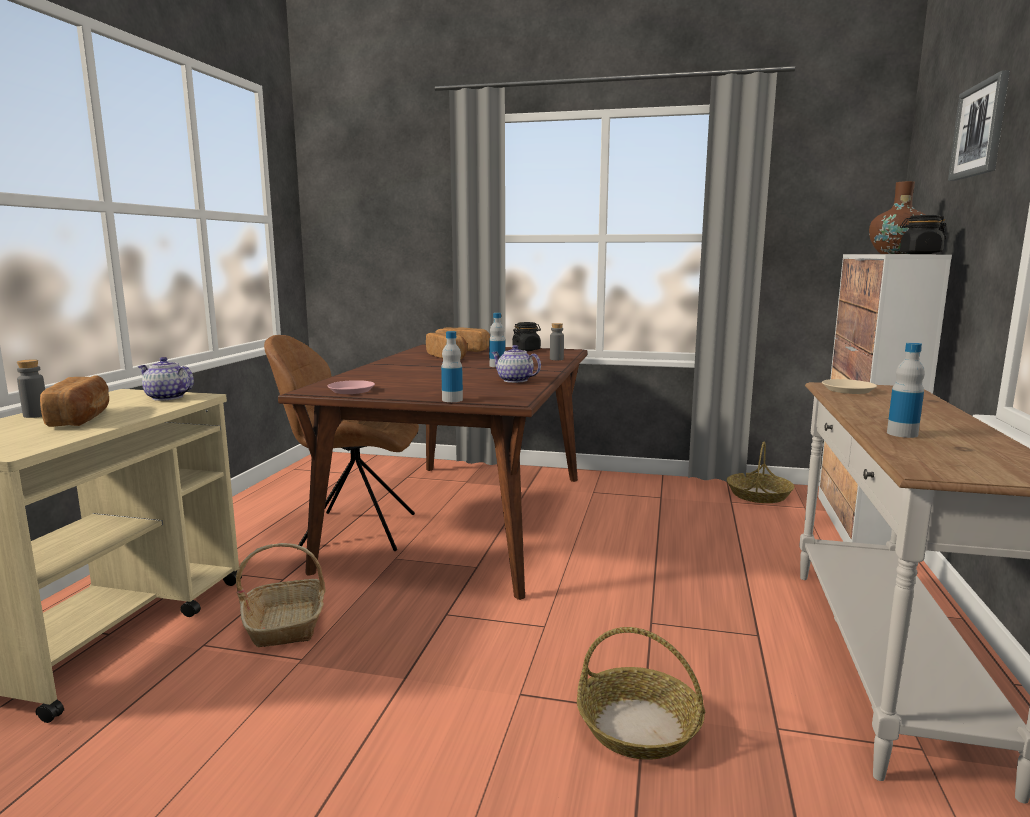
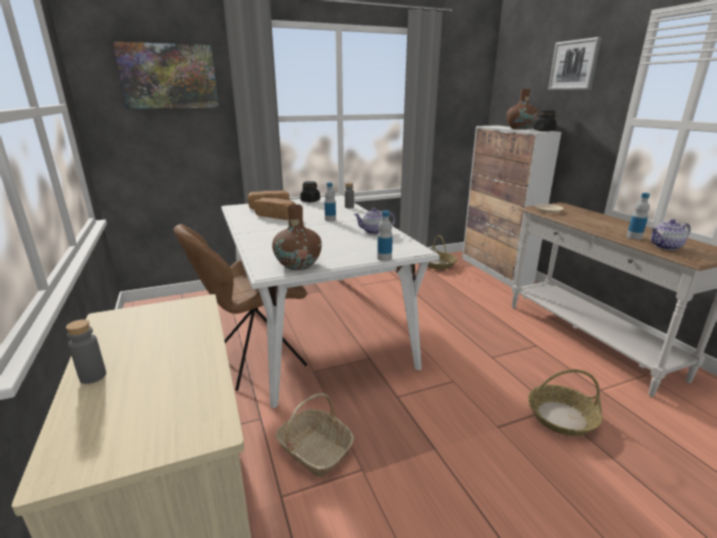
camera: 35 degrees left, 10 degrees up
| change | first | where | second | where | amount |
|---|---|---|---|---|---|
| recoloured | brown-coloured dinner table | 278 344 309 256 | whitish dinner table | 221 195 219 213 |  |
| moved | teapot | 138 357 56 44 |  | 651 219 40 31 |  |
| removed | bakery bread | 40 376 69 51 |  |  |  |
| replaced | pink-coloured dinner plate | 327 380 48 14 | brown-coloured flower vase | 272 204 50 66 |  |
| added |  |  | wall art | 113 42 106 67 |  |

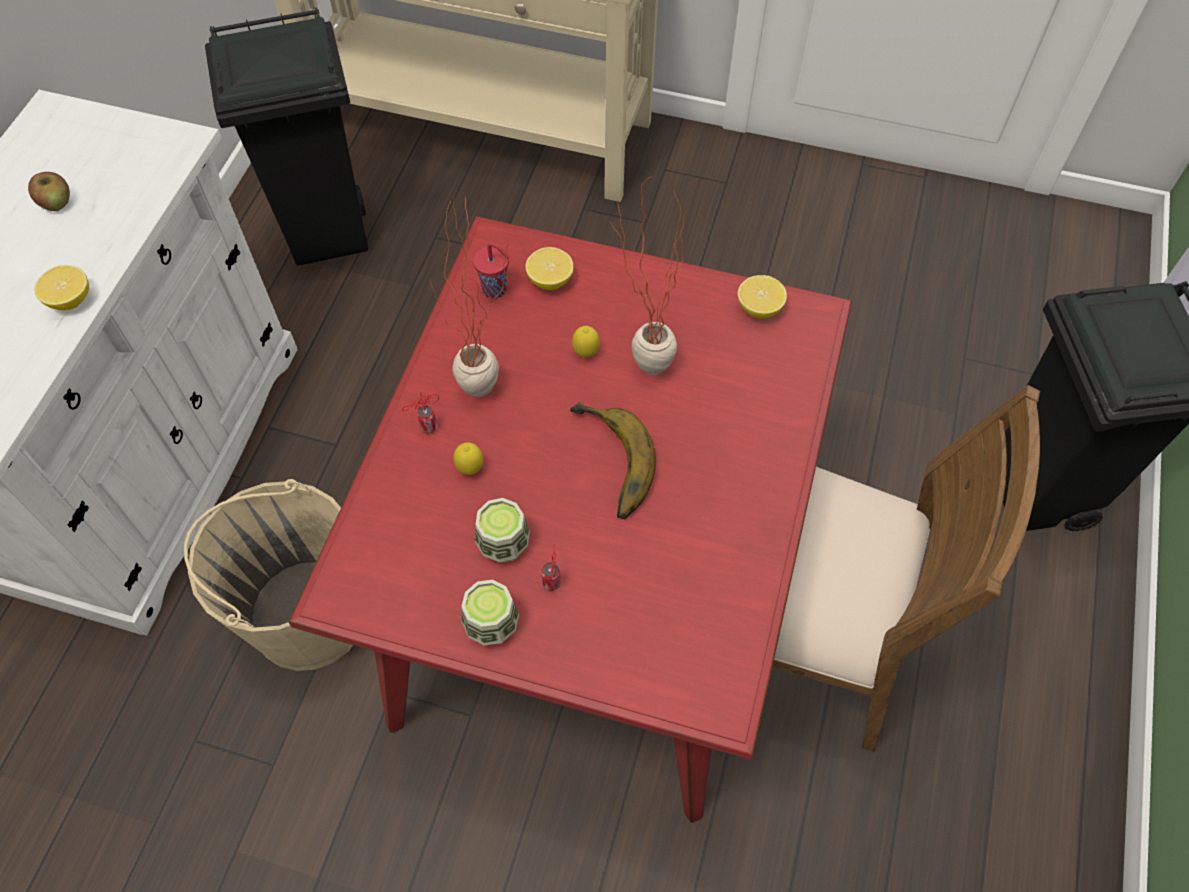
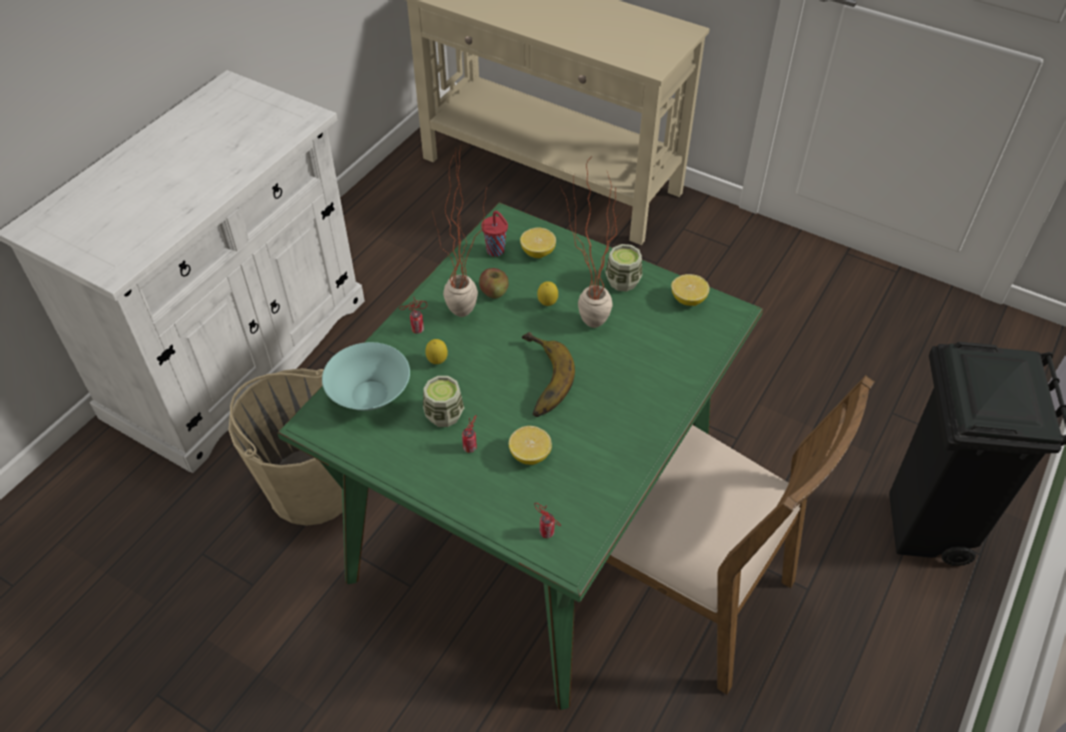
camera: 15 degrees right, 10 degrees down
| change | first | where | second | where | amount |
|---|---|---|---|---|---|
| removed | black-coloured waste bin | 205 8 163 258 |  |  |  |
| moved | whole apple | 28 172 42 39 |  | 479 268 30 31 |  |
| recoloured | red dinner table | 289 216 563 607 | green dinner table | 277 202 486 508 |  |
| moved | citrus fruit | 34 265 55 45 |  | 509 426 43 39 |  |
| moved | cup | 461 580 58 65 |  | 605 244 37 48 |  |
| added |  |  | turquoise-coloured deep dish | 322 342 88 69 |  |
| added |  |  | can | 534 503 27 35 |  |

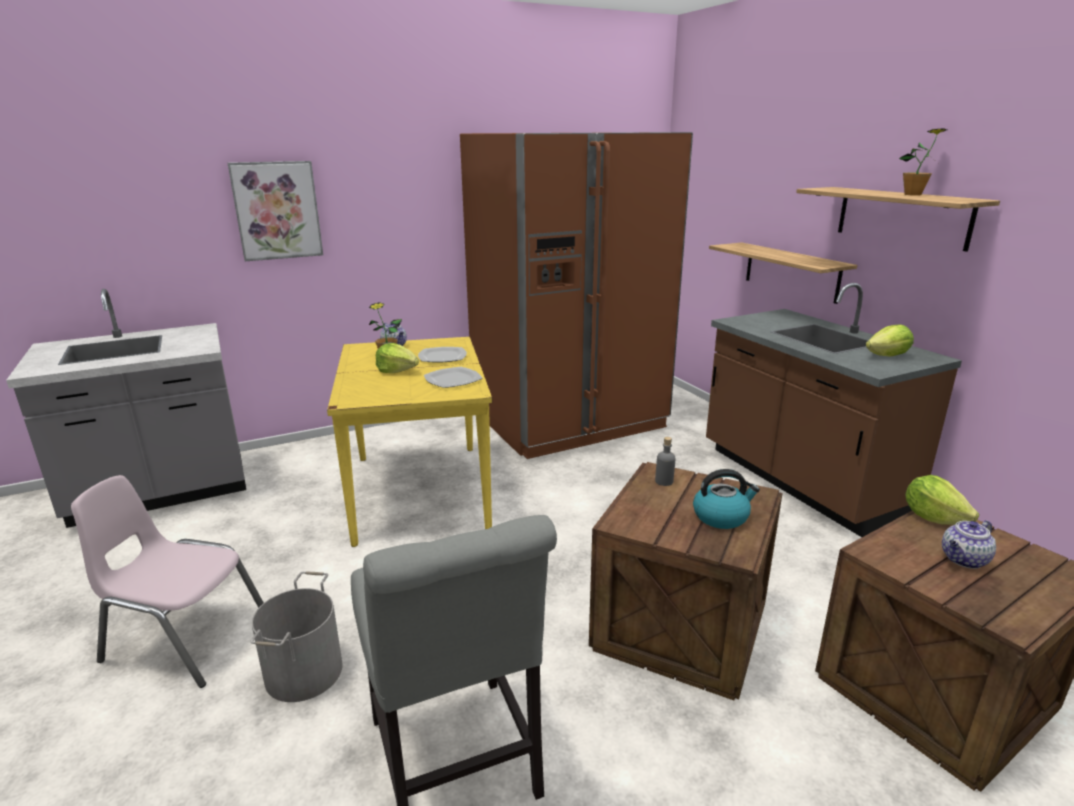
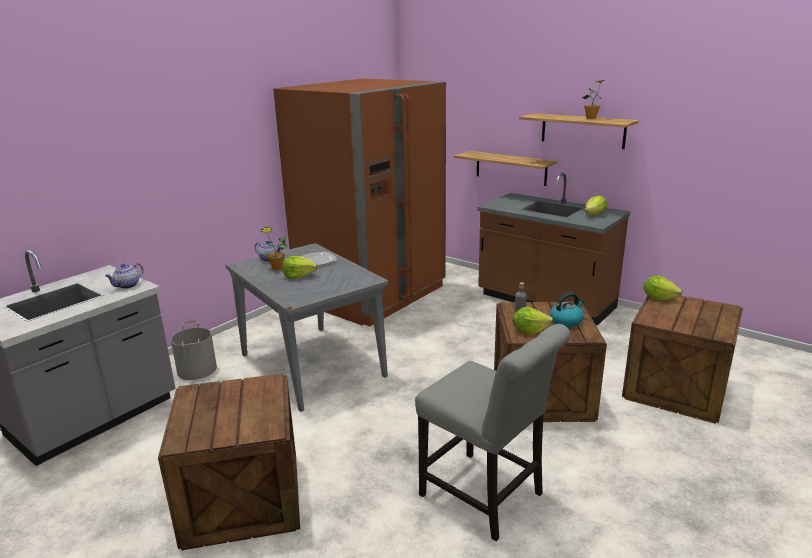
camera: 25 degrees left, 0 degrees up
| change | first | where | second | where | amount |
|---|---|---|---|---|---|
| removed | wall art | 228 161 95 100 |  |  |  |
| recoloured | yellow-coloured dinner table | 327 337 165 210 | gray dinner table | 226 243 163 169 |  |
| removed | dinner plate | 424 367 59 21 |  |  |  |
| replaced | pink-coloured upright chair | 71 475 193 213 | packing crate | 158 374 142 176 |  |
| moved | teapot | 942 520 54 49 |  | 105 263 39 26 |  |
| moved | gray bucket | 250 572 92 130 |  | 171 320 46 60 |  |
| added |  |  | lettuce | 513 307 40 27 |  |

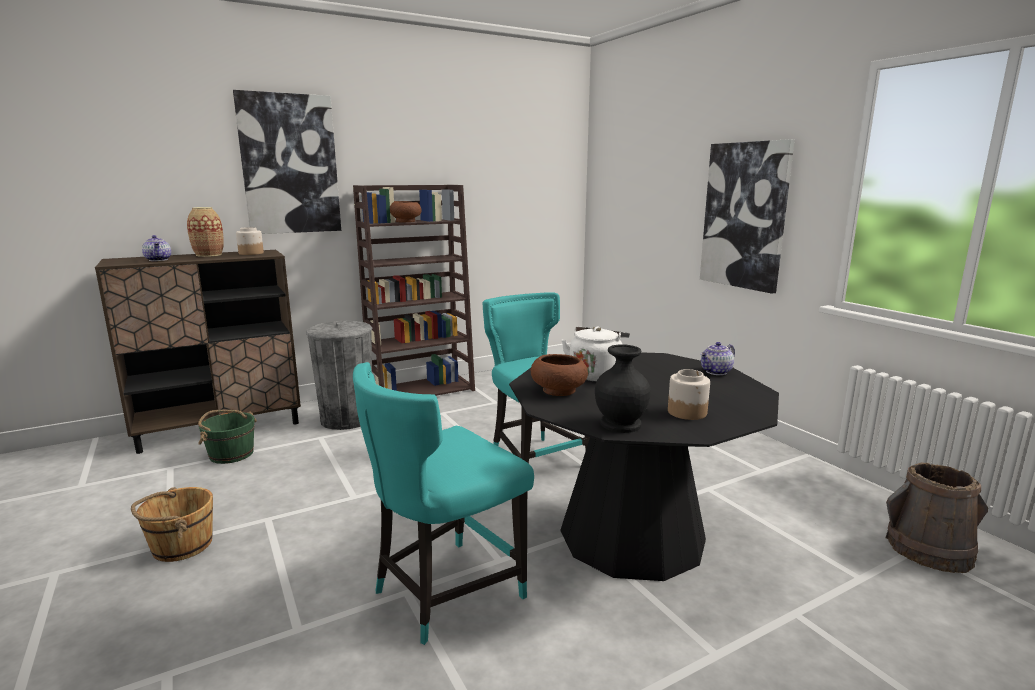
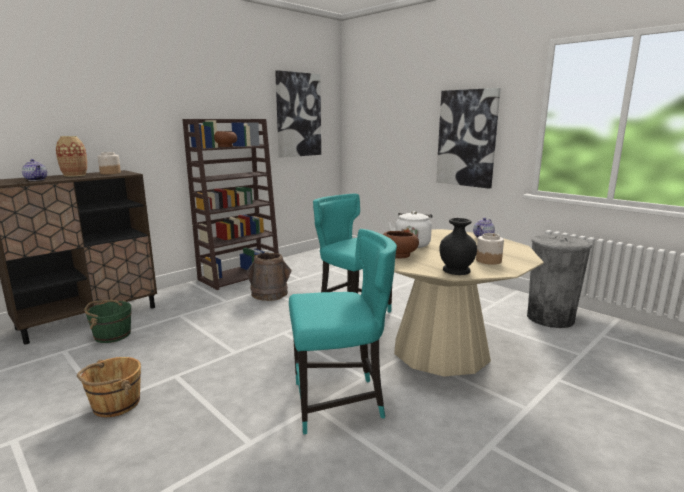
camera: 15 degrees left, 0 degrees up
| change | first | where | second | where | amount |
|---|---|---|---|---|---|
| moved | wall art | 233 90 108 144 |  | 275 70 46 88 |  |
| moved | gray waste bin | 306 321 66 109 |  | 527 234 65 94 |  |
| recoloured | black-coloured dinner table | 509 352 270 229 | sand-coloured dinner table | 394 229 150 148 |  |
| turned | turquoise-coloured upright chair | 353 362 181 283 |  | 289 229 108 205 | 135 degrees counterclockwise |
| moved | brown-coloured bucket | 885 462 103 111 |  | 246 252 46 49 |  |

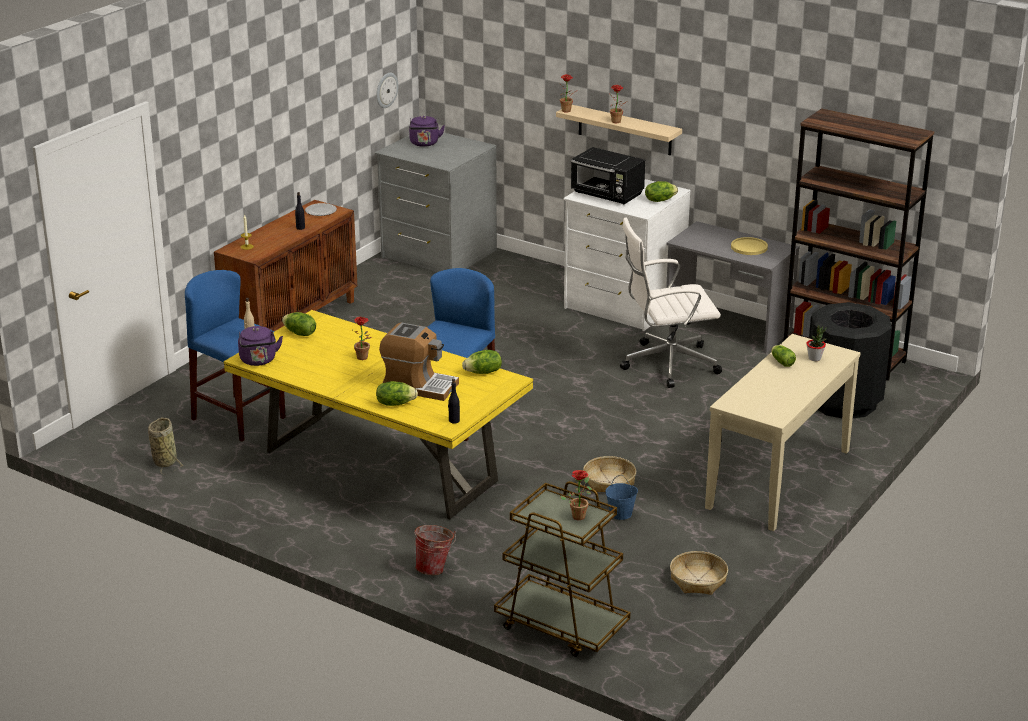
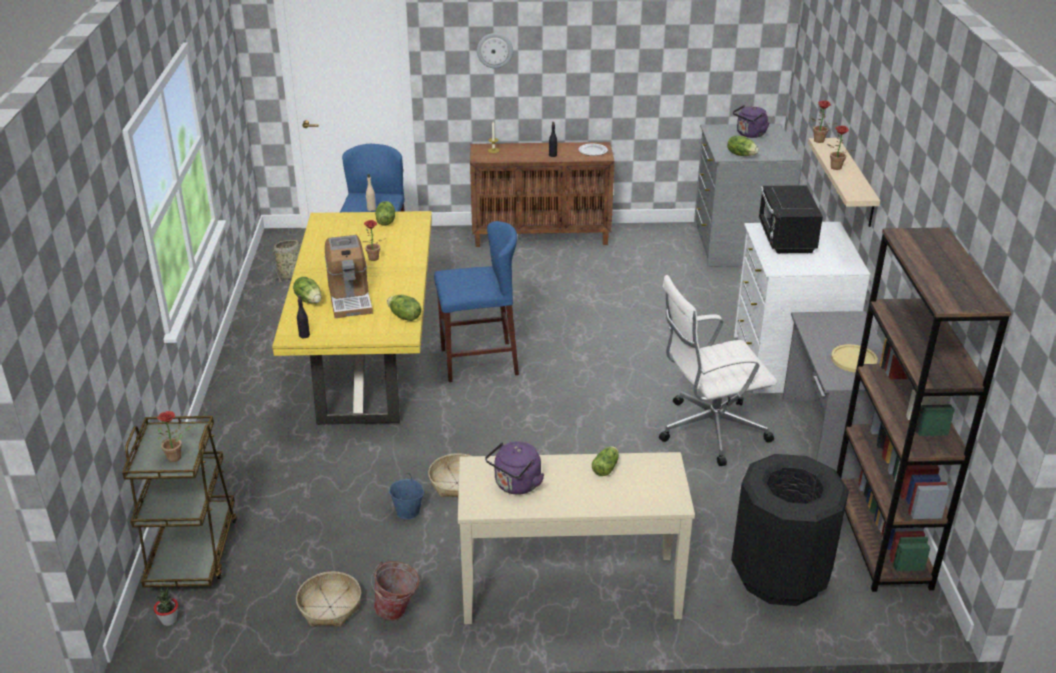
camera: 55 degrees right, 5 degrees up
| change | first | where | second | where | amount |
|---|---|---|---|---|---|
| moved | clock on the wall | 376 73 23 35 |  | 477 33 36 35 |  |
| moved | lettuce | 645 181 33 21 |  | 727 136 32 20 |  |
| turned | whitish computer chair | 620 217 102 171 |  | 659 275 118 191 | 60 degrees counterclockwise |
| moved | plant in a pot | 806 325 21 36 |  | 154 588 24 38 |  |
| moved | purple tea kettle | 238 326 45 40 |  | 485 441 59 53 |  |
| moved | bucket | 414 525 42 50 |  | 371 561 48 60 |  |

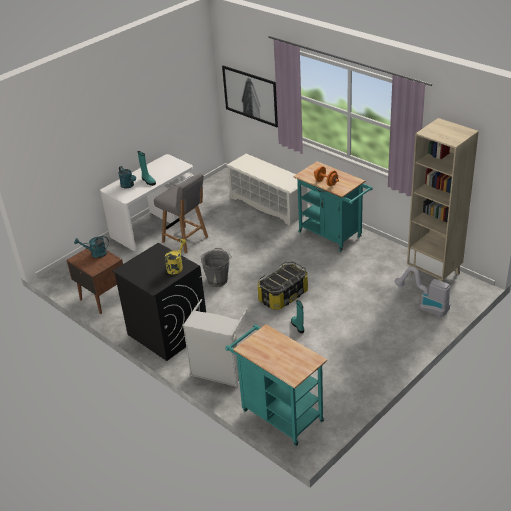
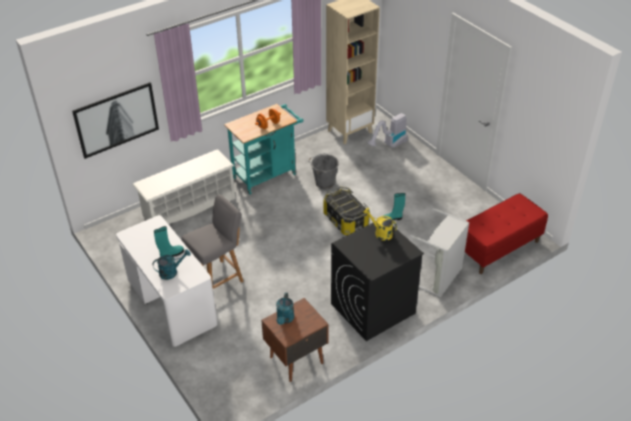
camera: 80 degrees left, 5 degrees up
| change | first | where | second | where | amount |
|---|---|---|---|---|---|
| moved | gray bucket | 201 248 31 39 |  | 308 153 31 36 |  |
| replaced | turquoise-coloured cart | 226 324 101 122 | red indoor bench | 465 193 83 81 |  |

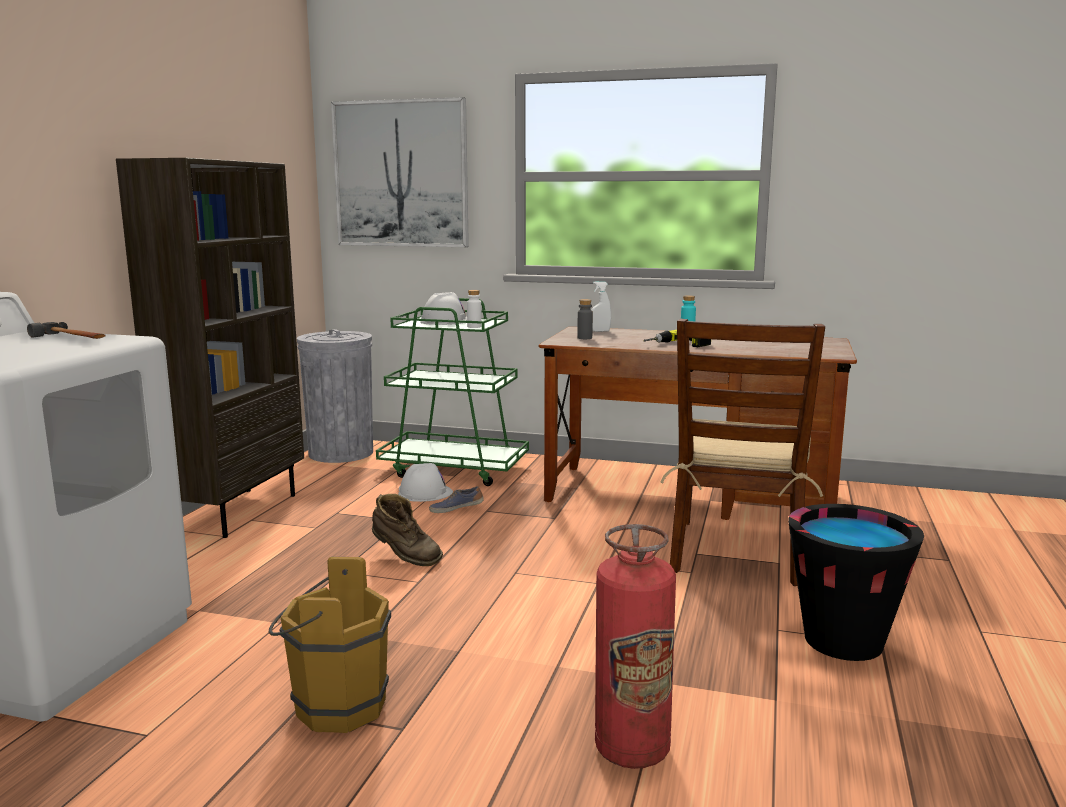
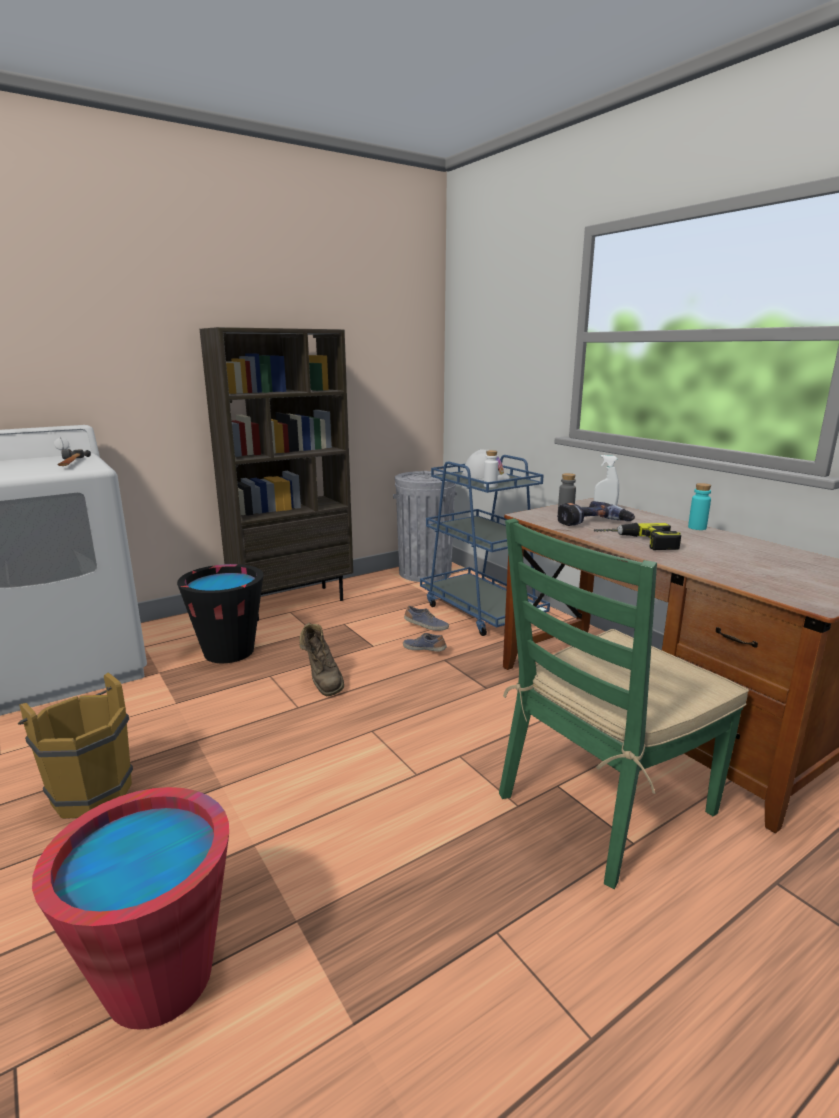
camera: 40 degrees right, 5 degrees up
| change | first | where | second | where | amount |
|---|---|---|---|---|---|
| removed | wall art | 331 97 138 150 |  |  |  |
| recoloured | green cart | 376 298 153 188 | blue-coloured cart | 420 455 130 181 |  |
| recoloured | brown-coloured upright chair | 661 319 164 267 | green upright chair | 499 518 250 371 |  |
| replaced | whitish hard hat | 398 463 55 39 | shoe | 404 606 45 25 |  |
| moved | black-coloured bucket | 788 504 136 157 |  | 177 564 87 99 |  |
| replaced | extinguisher | 595 524 81 245 | red bucket | 32 787 197 243 |  |
| added |  |  | power drill | 557 501 78 25 |  |

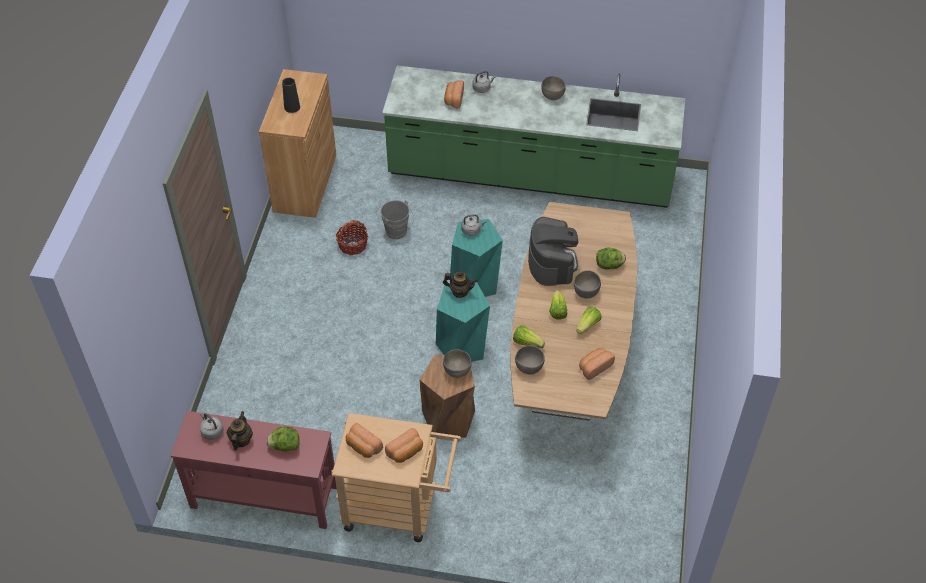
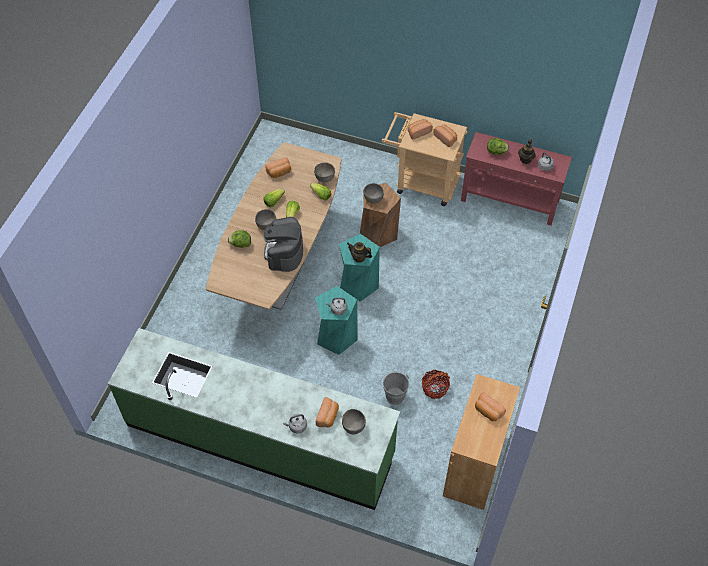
camera: 170 degrees left, 5 degrees up
| change | first | where | second | where | amount |
|---|---|---|---|---|---|
| moved | gray deep dish | 541 76 25 24 |  | 342 409 24 26 |  |
| replaced | black-coloured flower vase | 282 78 18 35 | bakery bread | 475 392 31 29 |  |

